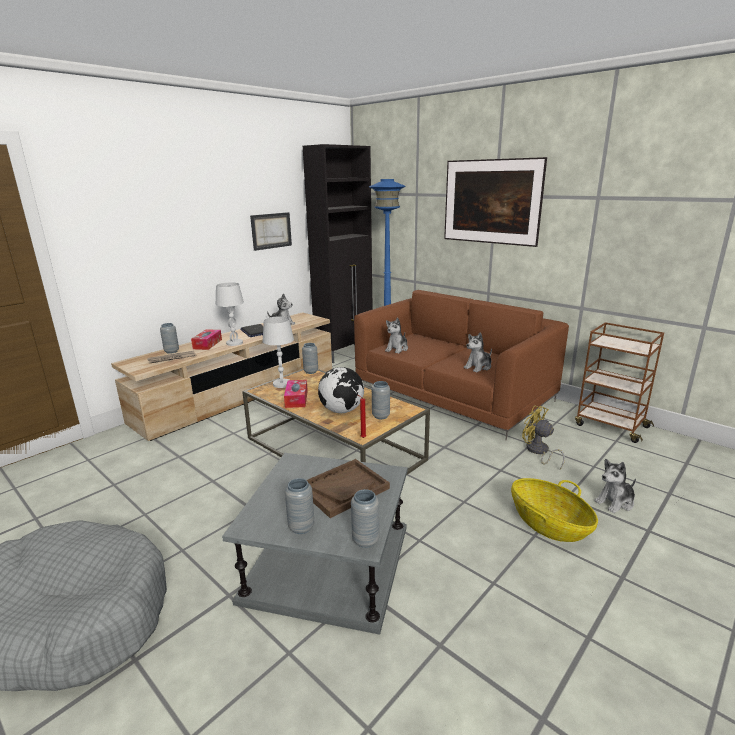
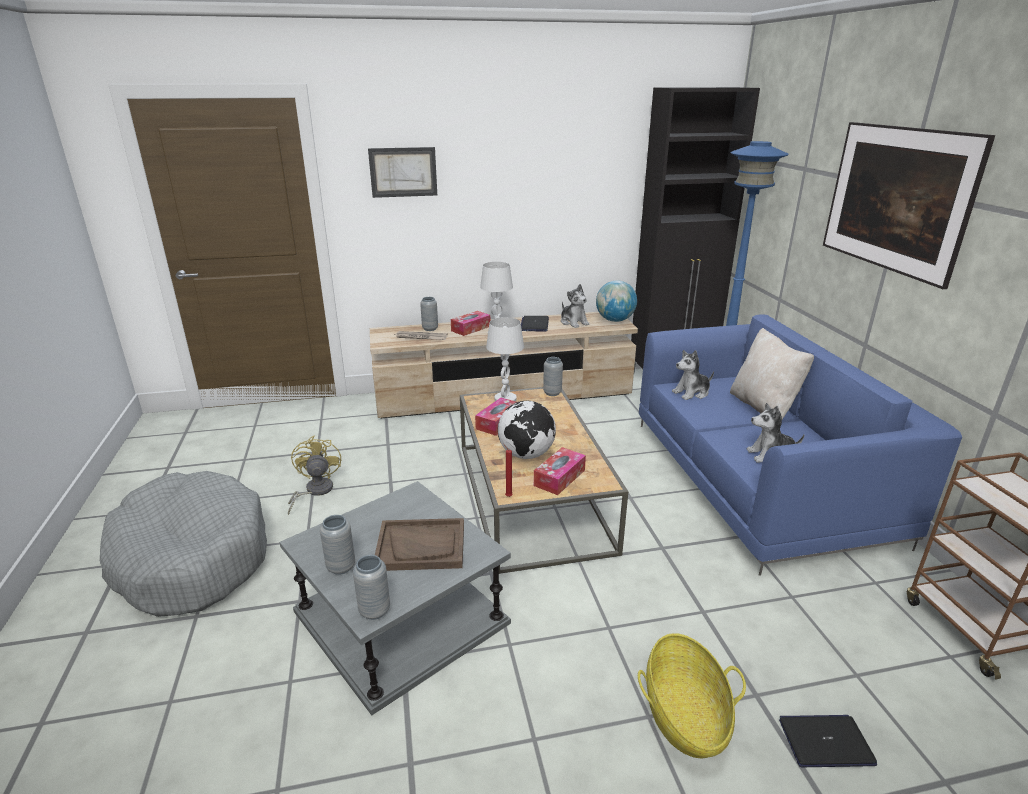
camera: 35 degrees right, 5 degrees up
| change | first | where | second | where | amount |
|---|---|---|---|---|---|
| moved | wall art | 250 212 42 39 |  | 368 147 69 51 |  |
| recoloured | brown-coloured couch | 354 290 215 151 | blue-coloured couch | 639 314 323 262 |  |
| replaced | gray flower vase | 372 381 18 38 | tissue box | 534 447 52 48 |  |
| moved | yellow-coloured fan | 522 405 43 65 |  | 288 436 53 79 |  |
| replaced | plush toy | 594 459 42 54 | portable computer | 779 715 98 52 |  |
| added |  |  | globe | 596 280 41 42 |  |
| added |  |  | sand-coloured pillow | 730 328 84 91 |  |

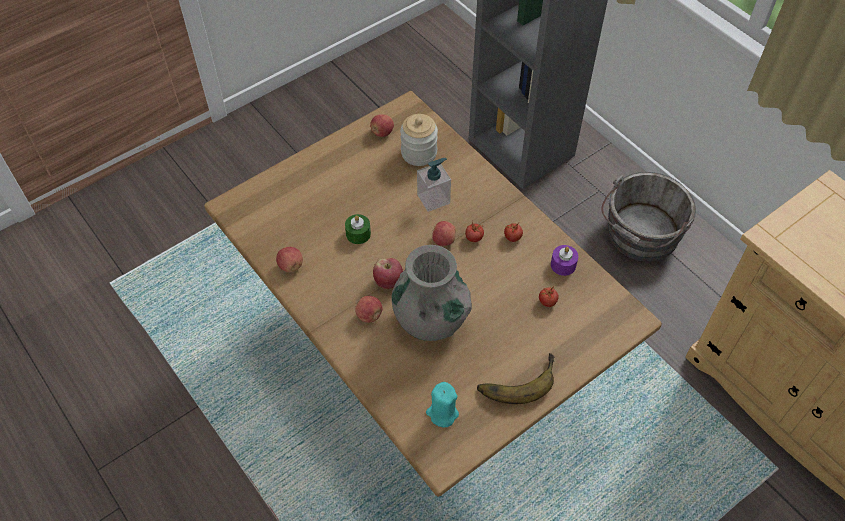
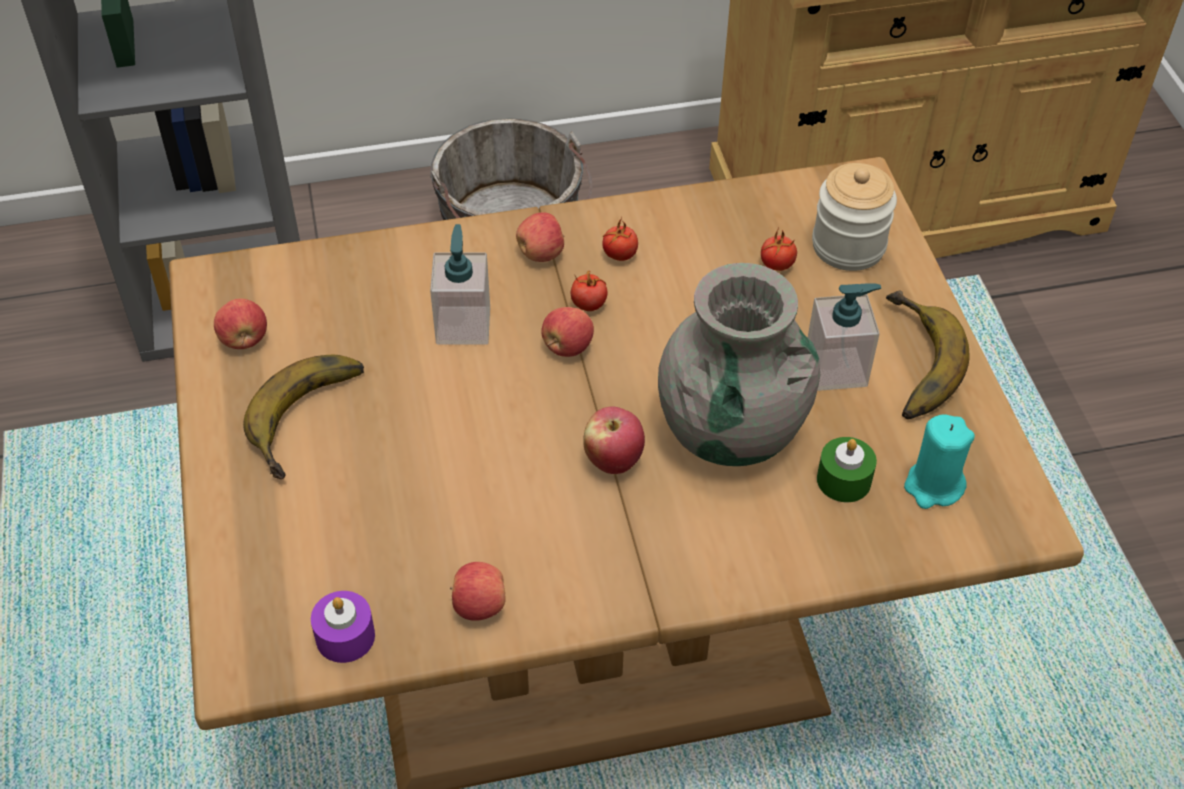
camera: 65 degrees left, 5 degrees down
| change | first | where | second | where | amount |
|---|---|---|---|---|---|
| moved | preserve jar | 400 114 38 52 |  | 812 163 85 108 |  |
| moved | green wax candle | 345 214 26 30 |  | 817 437 60 65 |  |
| moved | purple wax candle | 551 245 27 31 |  | 311 591 64 72 |  |
| moved | whole apple | 355 296 27 27 |  | 516 212 49 50 |  |
| added |  |  | soap dispenser | 808 283 73 108 |  |
| added |  |  | banana fruit | 243 355 121 124 |  |

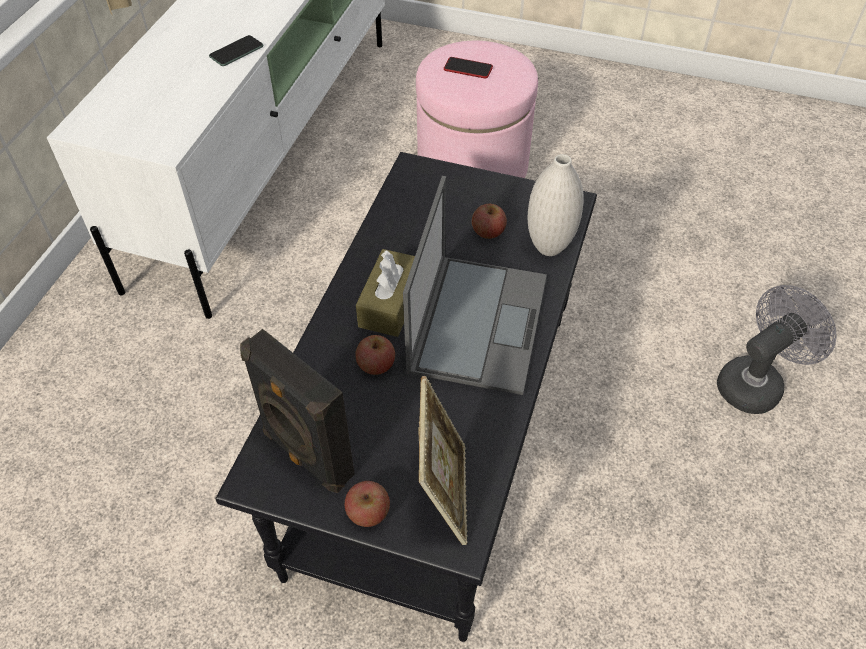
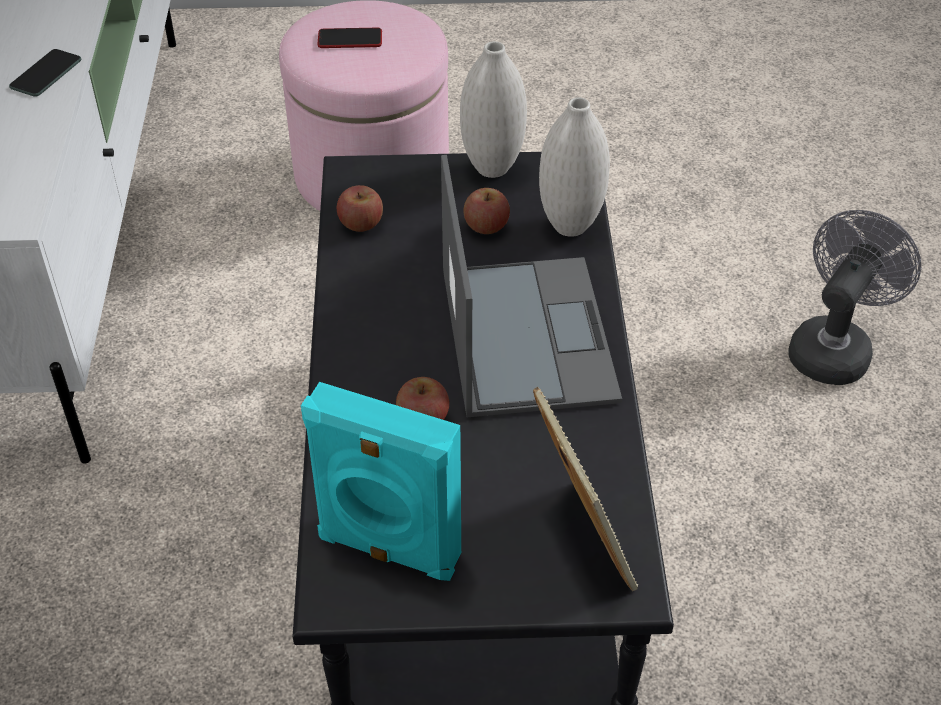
camera: 20 degrees left, 5 degrees down
| change | first | where | second | where | amount |
|---|---|---|---|---|---|
| removed | brown-coloured tissue box | 356 249 59 88 |  |  |  |
| recoloured | black-coloured speaker | 240 329 115 164 | turquoise-coloured speaker | 301 382 160 199 |  |
| moved | whole apple | 345 481 45 46 |  | 337 185 46 47 |  |
| added |  |  | whitish flower vase | 460 41 67 137 |  |

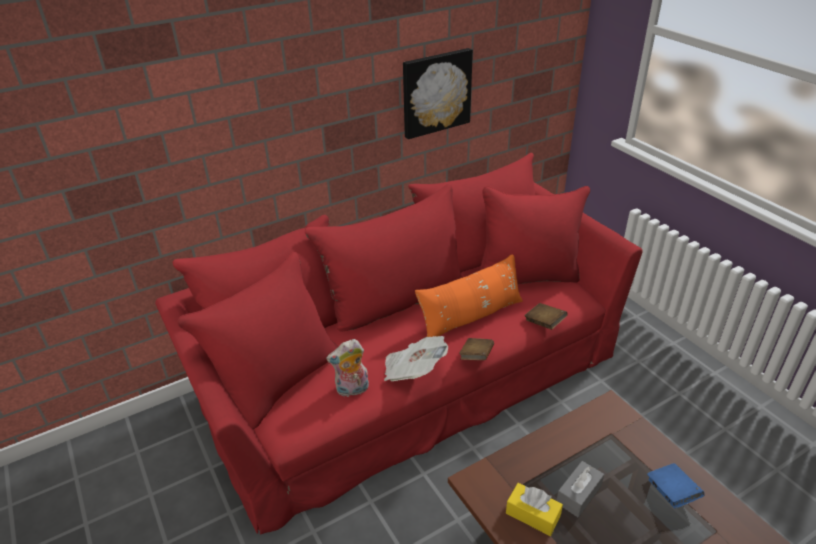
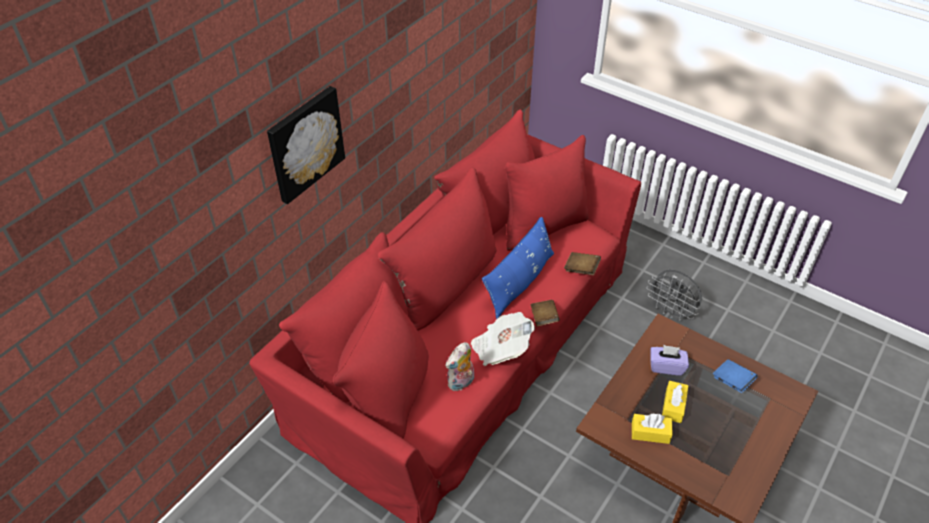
camera: 25 degrees left, 10 degrees up
| change | first | where | second | where | amount |
|---|---|---|---|---|---|
| moved | wall art | 403 48 70 91 |  | 267 86 78 118 |  |
| recoloured | orange pillow | 415 254 108 83 | blue-coloured pillow | 482 217 72 102 |  |
| recoloured | gray tissue box | 556 461 48 56 | yellow-coloured tissue box | 662 381 27 42 |  |
| added |  |  | gray fan | 647 269 55 52 |  |
| added |  |  | purple tissue box | 651 345 38 31 |  |

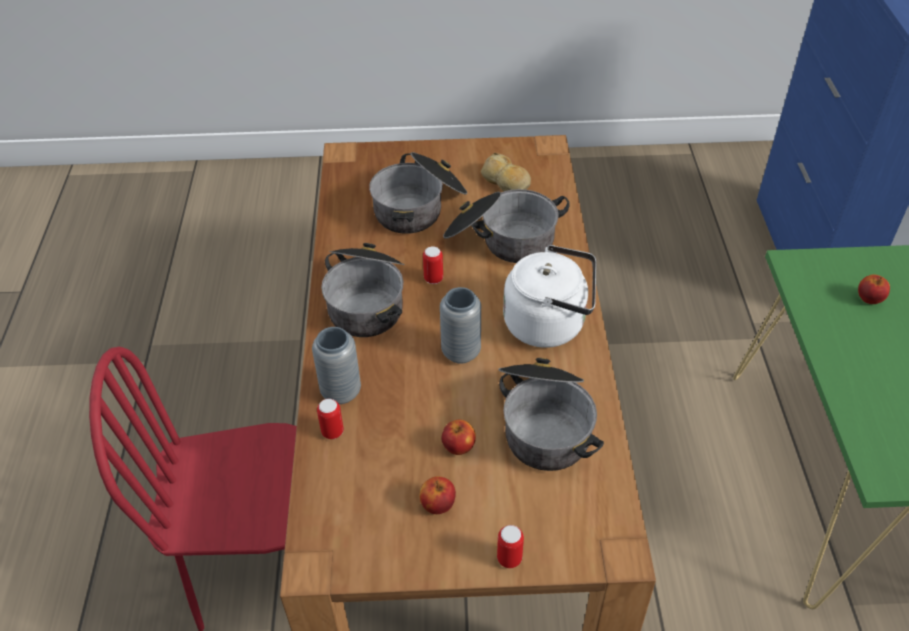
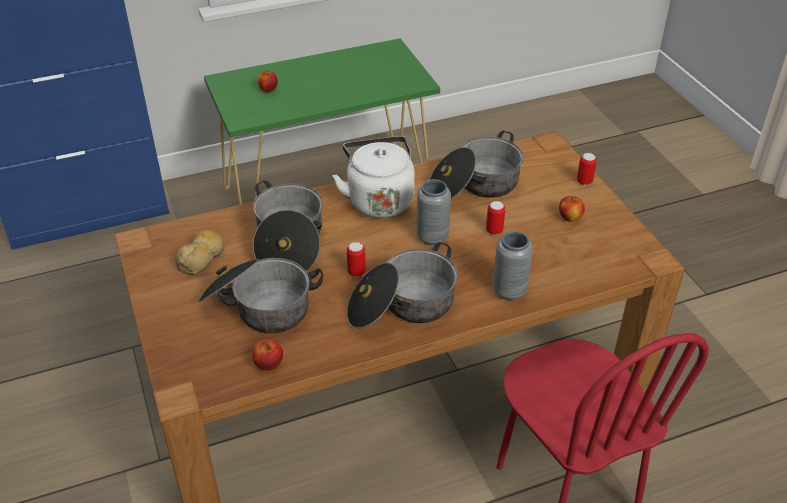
camera: 110 degrees left, 5 degrees down
| change | first | where | second | where | amount |
|---|---|---|---|---|---|
| moved | can | 317 399 27 40 |  | 486 201 19 34 |  |
| moved | whole apple | 441 420 35 35 |  | 252 340 31 31 |  |

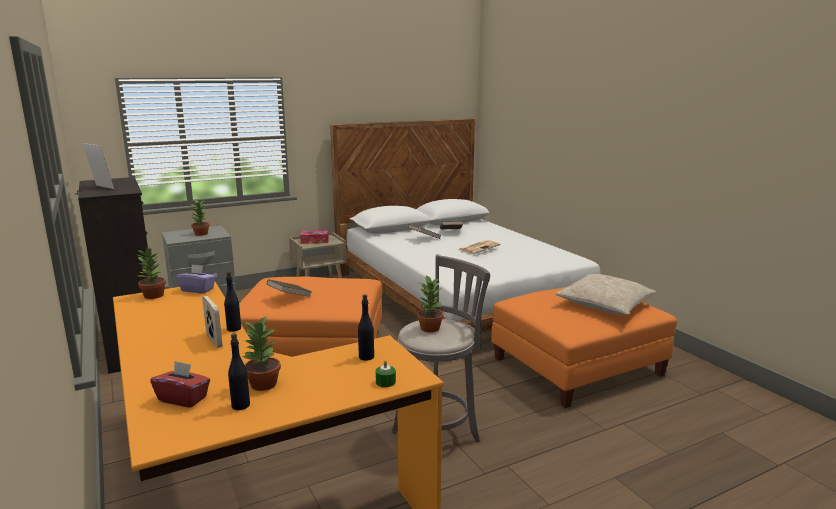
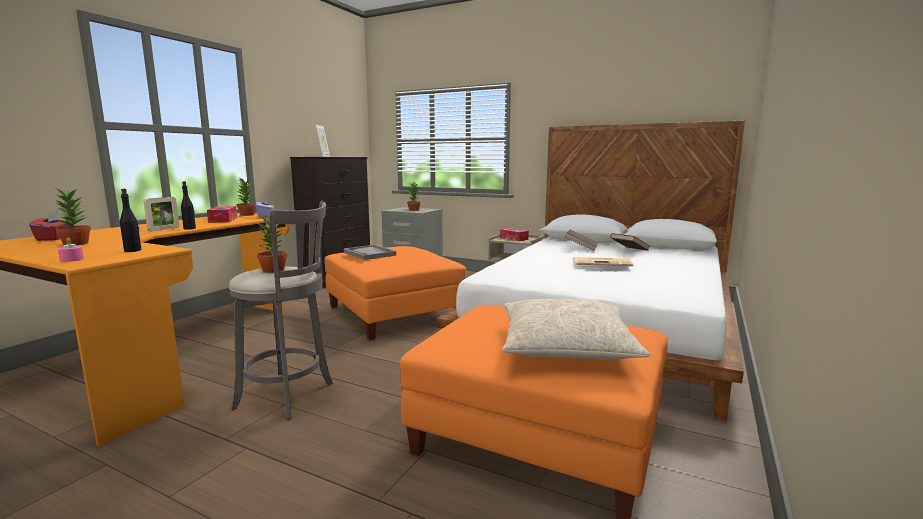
camera: 55 degrees right, 5 degrees down
| change | first | where | second | where | amount |
|---|---|---|---|---|---|
| replaced | brown-coloured bound book | 267 279 45 18 | gray tray | 344 245 52 15 |  |
| removed | black-coloured drink bottle | 228 333 22 77 |  |  |  |
| recoloured | green wax candle | 375 360 21 27 | pink-coloured wax candle | 58 238 26 24 |  |
| added |  |  | tissue box | 207 206 30 17 |  |

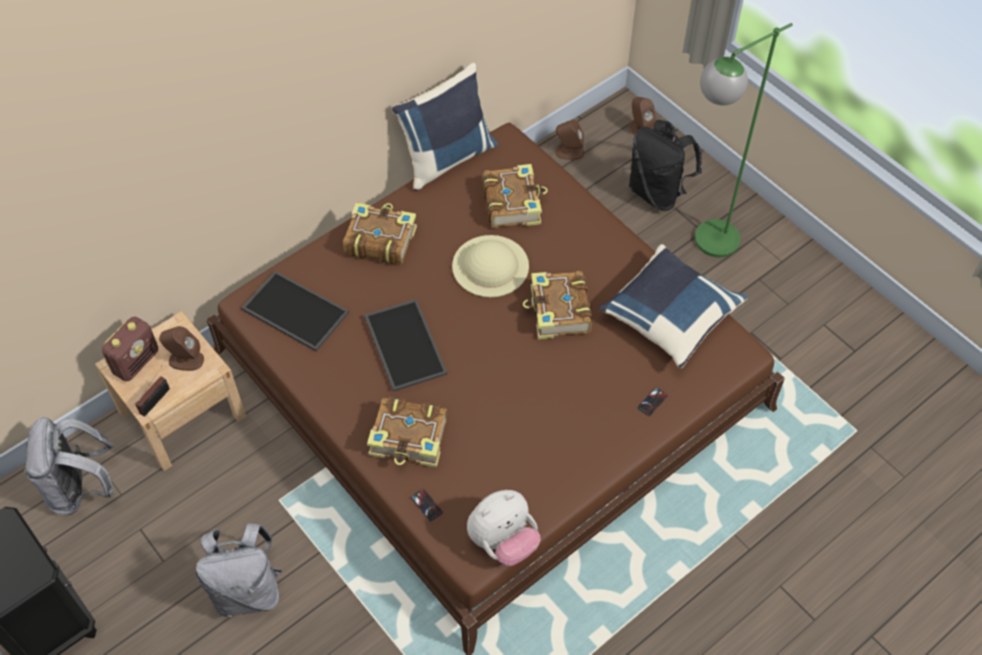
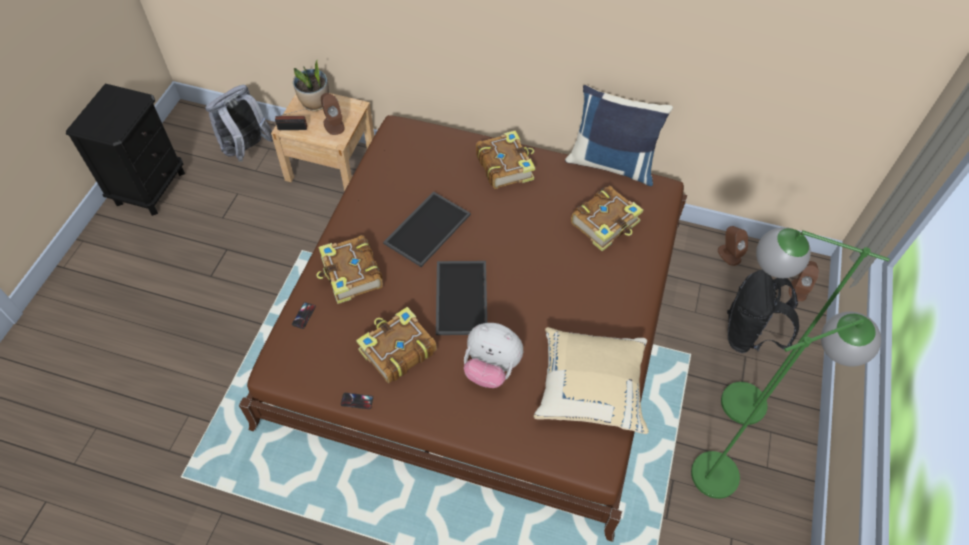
camera: 55 degrees right, 0 degrees up
| change | first | where | second | where | amount |
|---|---|---|---|---|---|
| removed | sand-coloured clothing hat | 452 235 77 62 |  |  |  |
| recoloured | blue-coloured pillow | 599 244 149 124 | sand-coloured pillow | 533 327 116 107 |  |
| moved | tray | 241 271 108 80 |  | 436 261 51 74 |  |
| moved | bound book | 523 271 70 68 |  | 356 307 81 76 |  |
| replaced | radio | 102 317 56 65 | plant in a pot | 293 60 36 51 |  |
| moved | telephone | 637 387 31 29 |  | 341 393 32 16 |  |
| moved | plush toy | 467 490 74 76 |  | 464 323 59 65 |  |
| removed | gray backpack | 196 523 86 94 |  |  |  |
| added |  |  | green standard lamp | 691 312 190 187 |  |

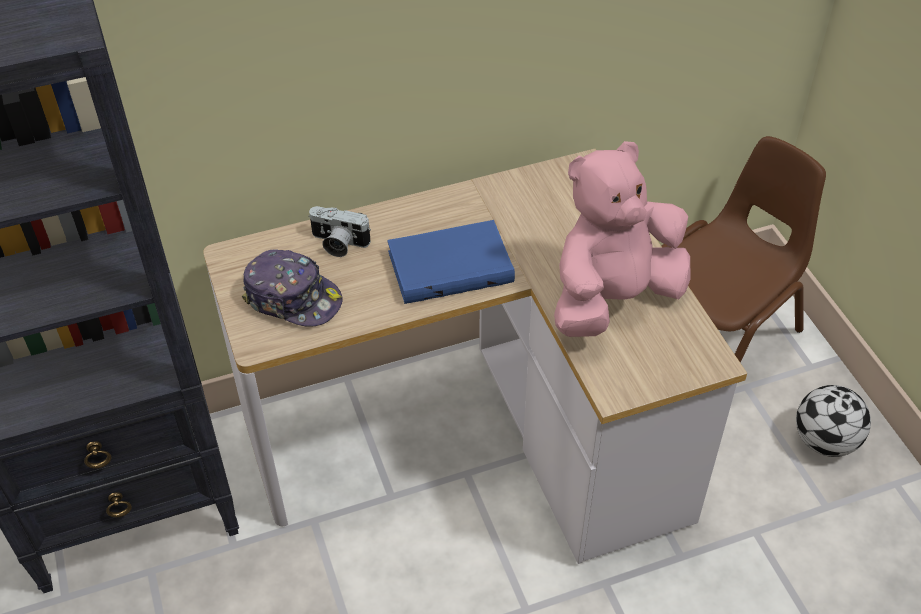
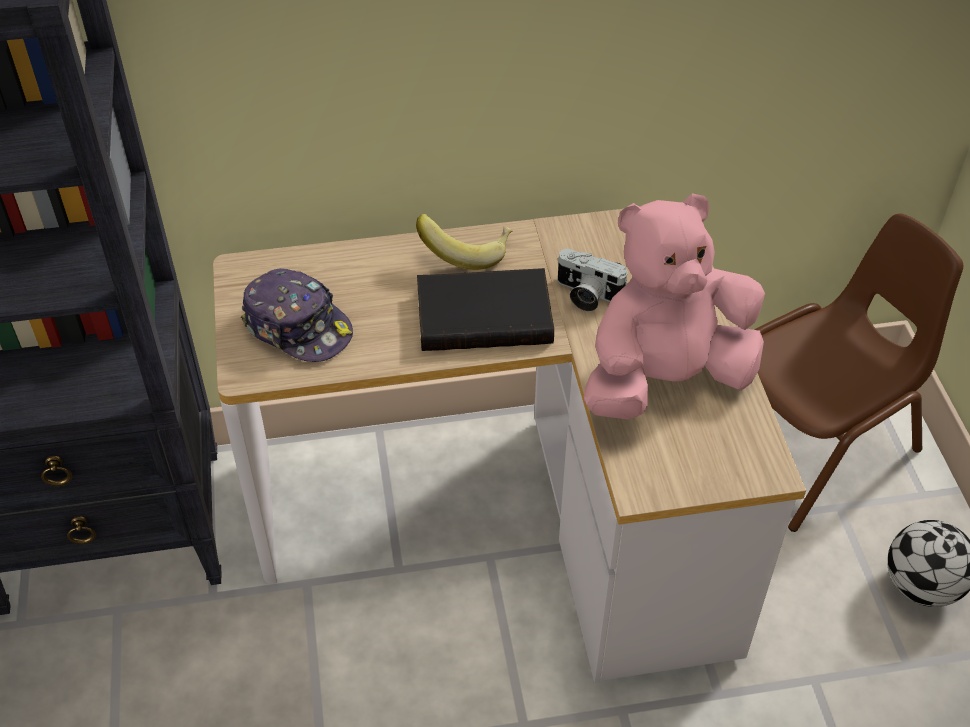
camera: 10 degrees right, 0 degrees up
| change | first | where | second | where | amount |
|---|---|---|---|---|---|
| moved | photo camera | 308 206 63 51 |  | 557 249 71 62 |  |
| recoloured | blue-coloured bound book | 387 220 128 84 | black-coloured bound book | 417 268 137 83 |  |
| added |  |  | banana fruit | 416 214 97 56 |  |

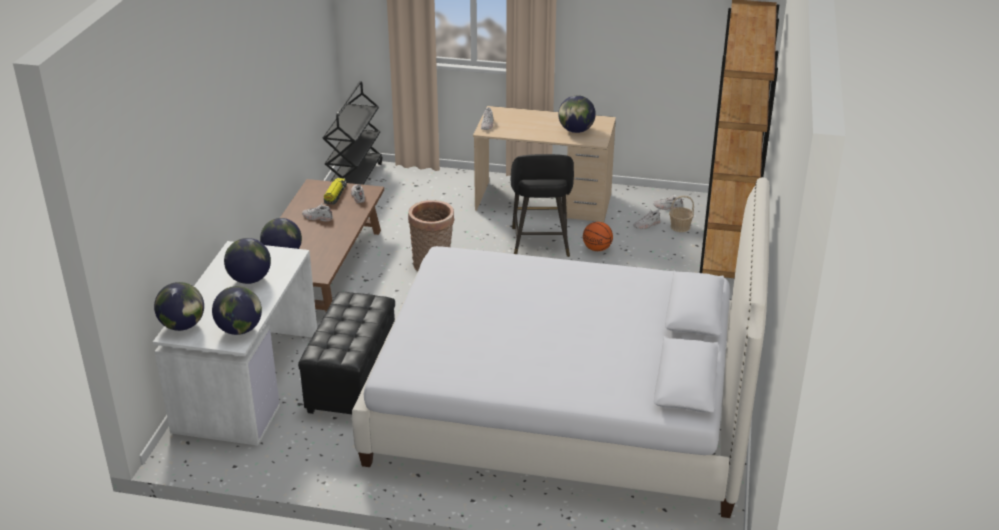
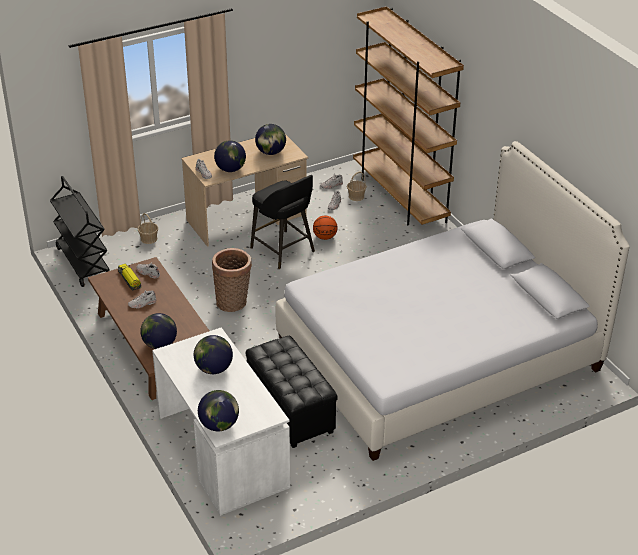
camera: 40 degrees left, 5 degrees up
| change | first | where | second | where | amount |
|---|---|---|---|---|---|
| moved | globe | 212 286 50 49 |  | 214 140 32 32 |  |
| added |  |  | basket | 138 213 20 31 |  |

